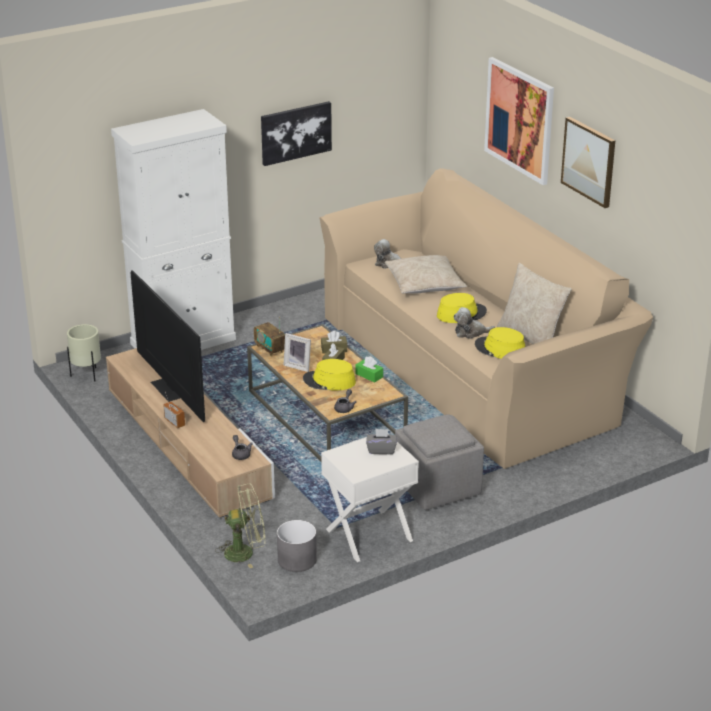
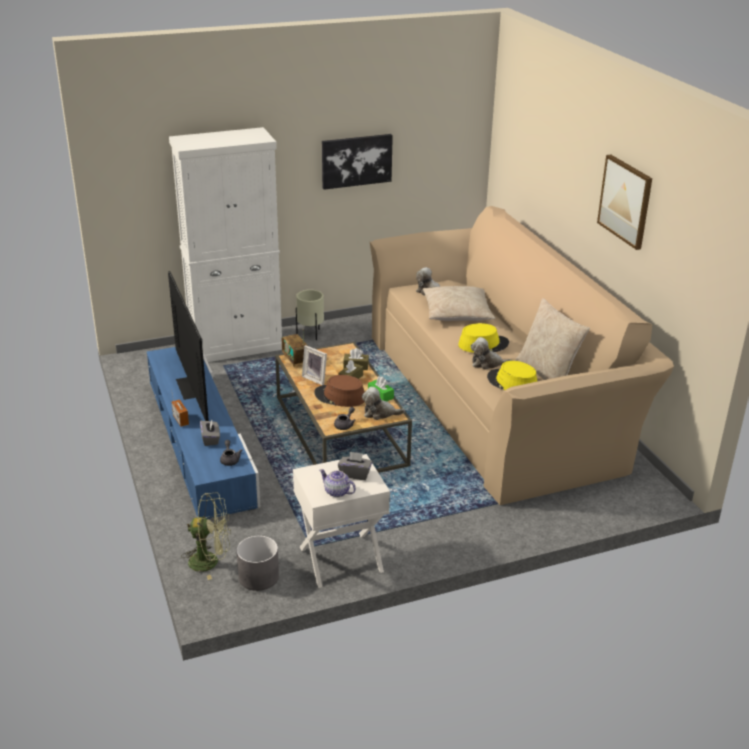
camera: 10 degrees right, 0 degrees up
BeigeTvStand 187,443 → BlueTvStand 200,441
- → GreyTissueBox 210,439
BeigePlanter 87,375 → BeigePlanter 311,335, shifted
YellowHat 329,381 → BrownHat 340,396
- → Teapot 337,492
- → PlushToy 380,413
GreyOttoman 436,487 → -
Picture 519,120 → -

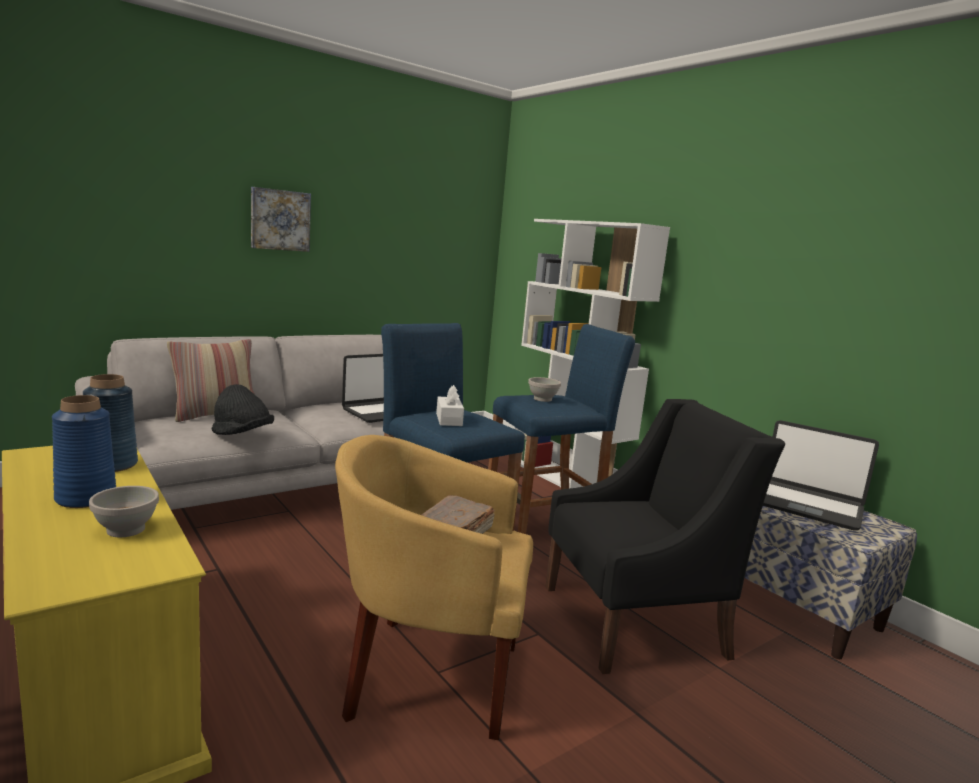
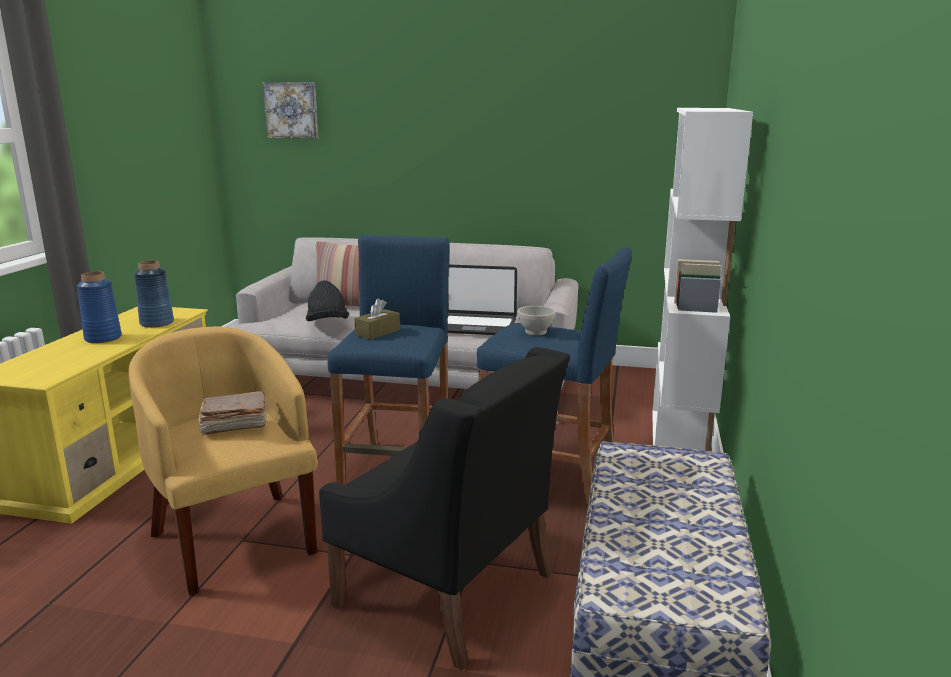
camera: 50 degrees right, 5 degrees up
Picture 280,220 → Picture 292,110, shifted
WhiteTissueBox 449,419 → BrownTissueBox 378,332
WhiteBowl 127,530 → -
Laptop 807,506 → -

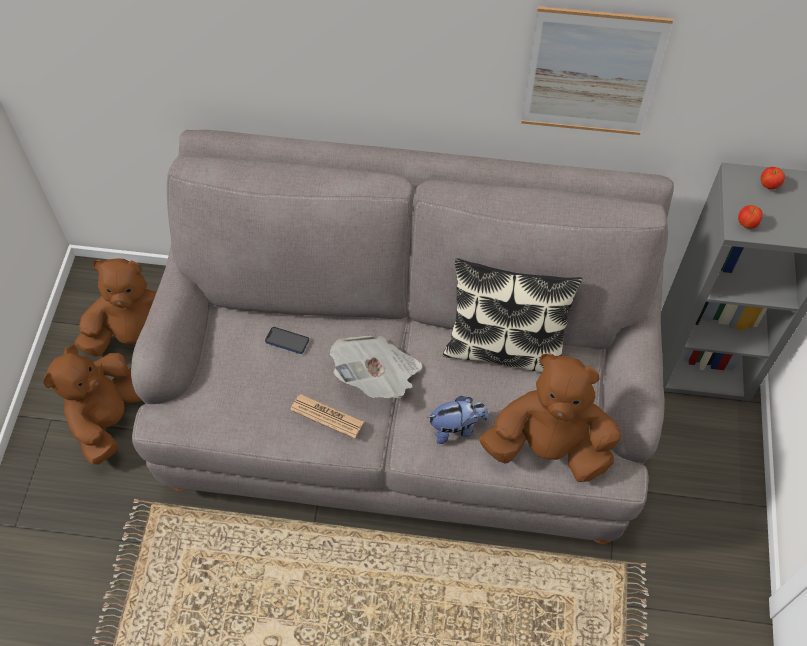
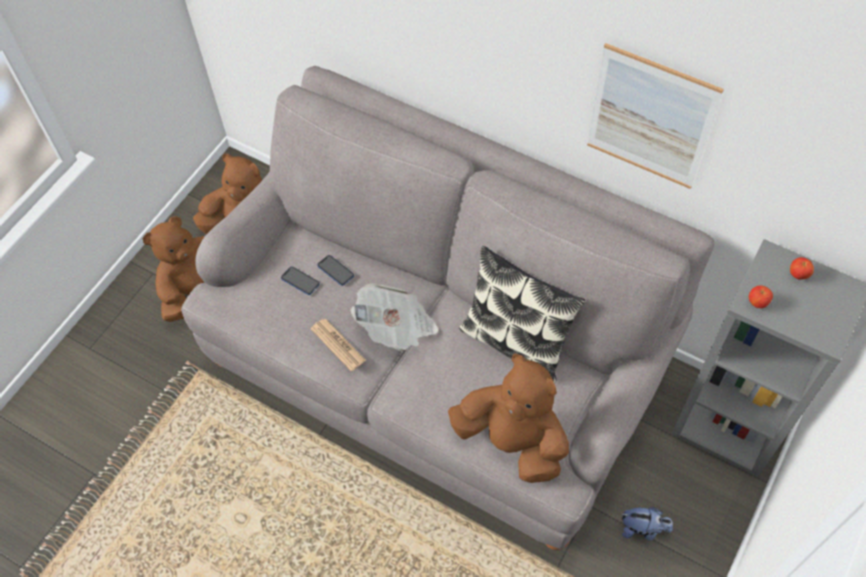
camera: 25 degrees right, 0 degrees up
- → Phone 300,281
PlushToy 457,428 → PlushToy 643,529, shifted

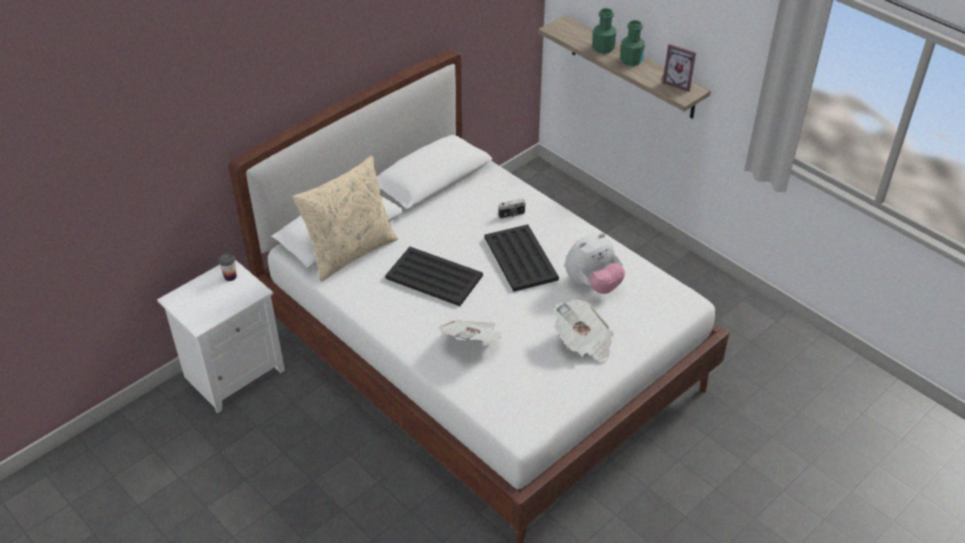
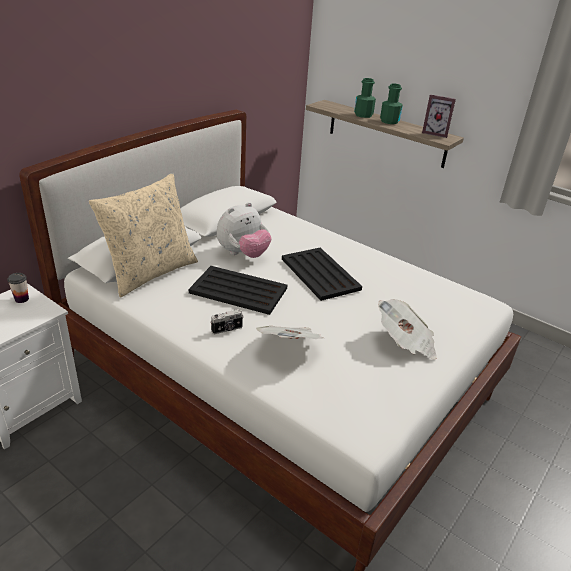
camera: 10 degrees left, 10 degrees down
PhotoCamera 512,215 → PhotoCamera 227,329, shifted
PlushToy 593,284 → PlushToy 243,254, shifted

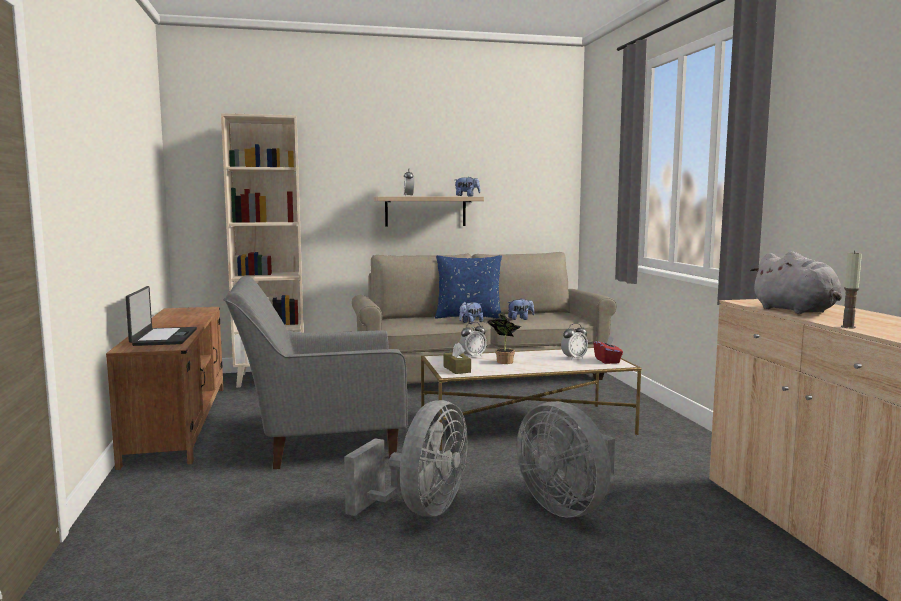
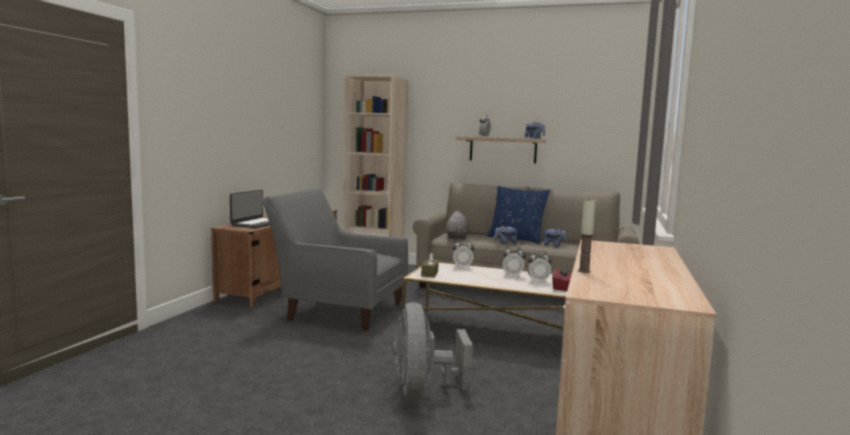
camera: 30 degrees right, 0 degrees up
GreyPlushToy 796,311 → GreyPlushToy 457,237, shifted
- → AlarmClock 513,275
GreyFan 420,510 → -
PottedPlant 503,361 → -

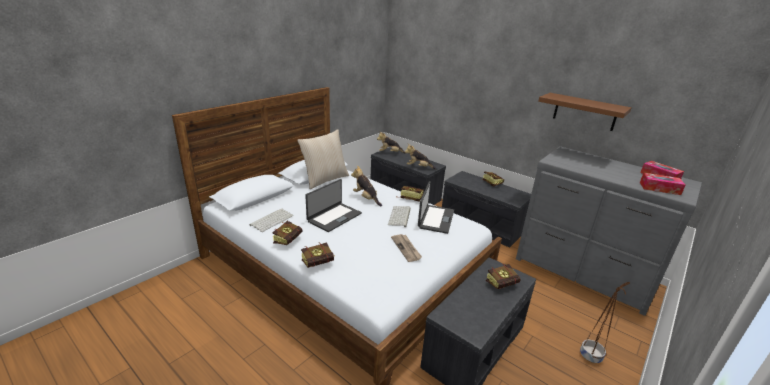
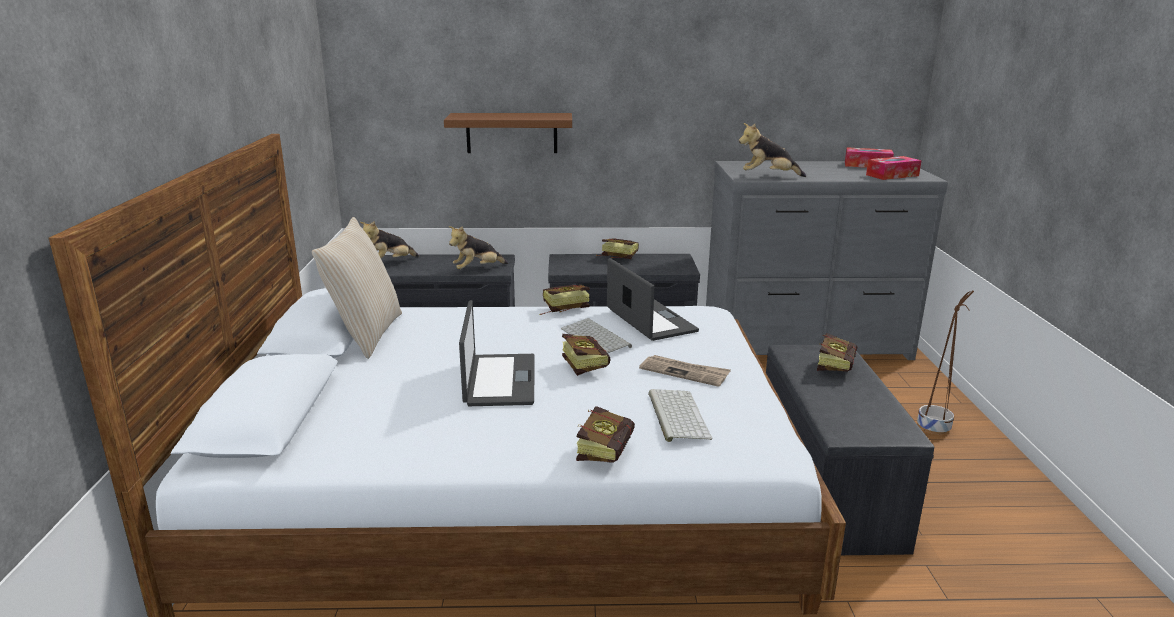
camera: 40 degrees left, 5 degrees down
BrownShelf 585,112 → BrownShelf 511,133, shifted
Book 289,239 → Book 582,365, shifted
Keyboard 272,220 → Keyboard 676,415, shifted
PlushToy 366,198 → PlushToy 768,176, shifted

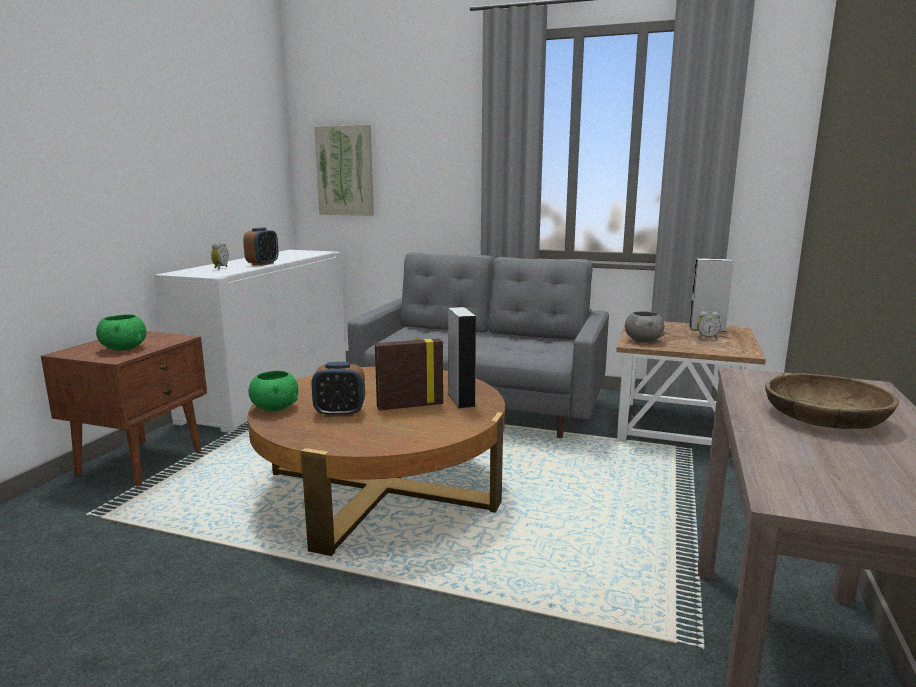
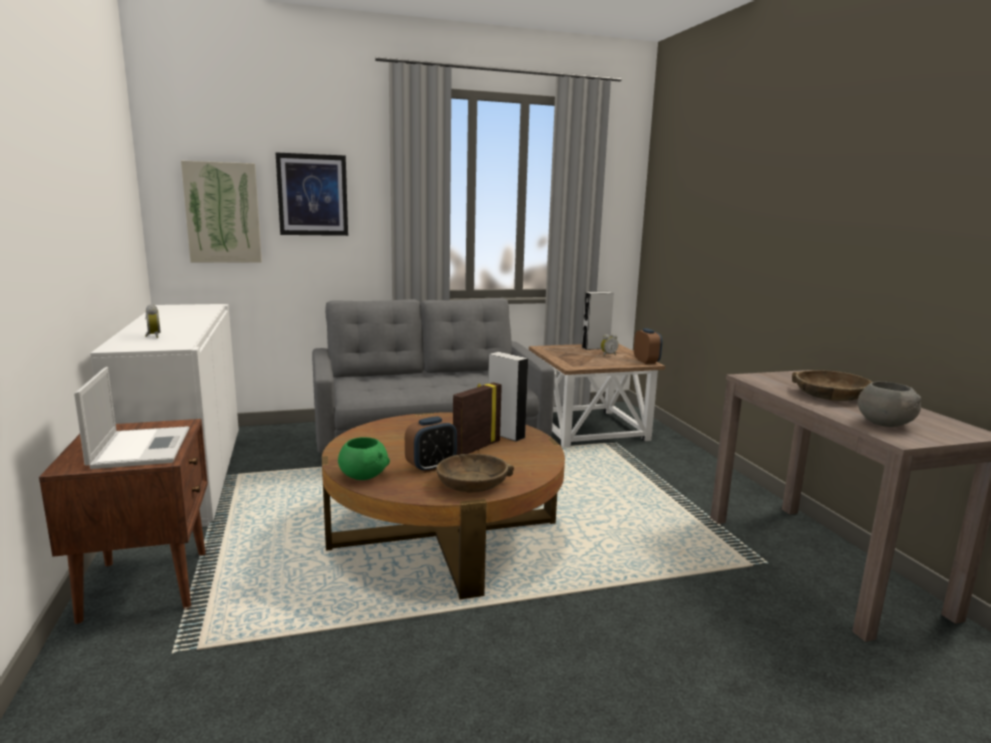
camera: 35 degrees left, 0 degrees up
GreenBowl 124,348 → Laptop 141,447
- → Picture 312,195
- → BrownBowl 472,483
AlarmClock 262,264 → AlarmClock 646,361, shifted
GreyBowl 643,340 → GreyBowl 884,423, shifted

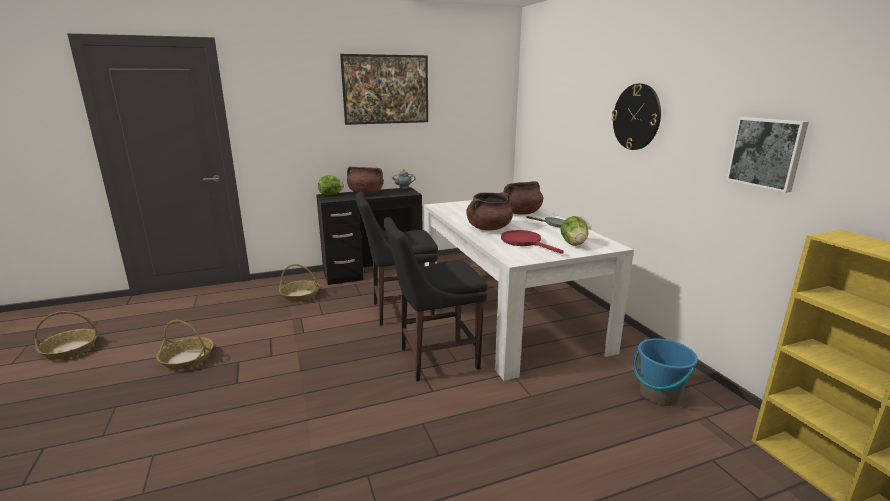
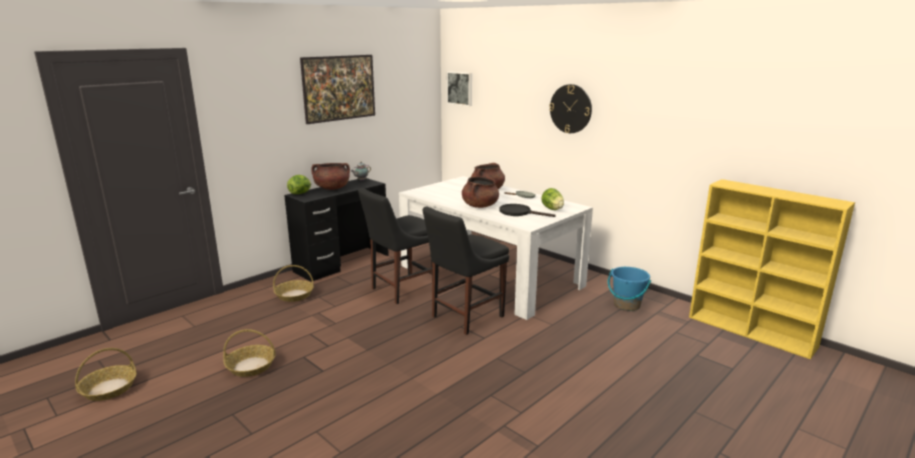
camera: 25 degrees left, 0 degrees up
Picture 766,153 → Picture 460,88, shifted
RedFryingPan 525,242 → BlackFryingPan 519,213

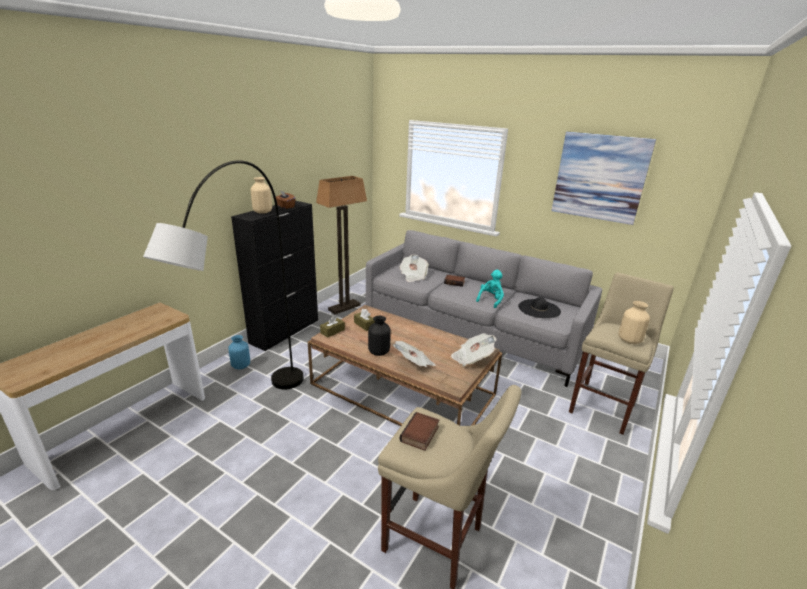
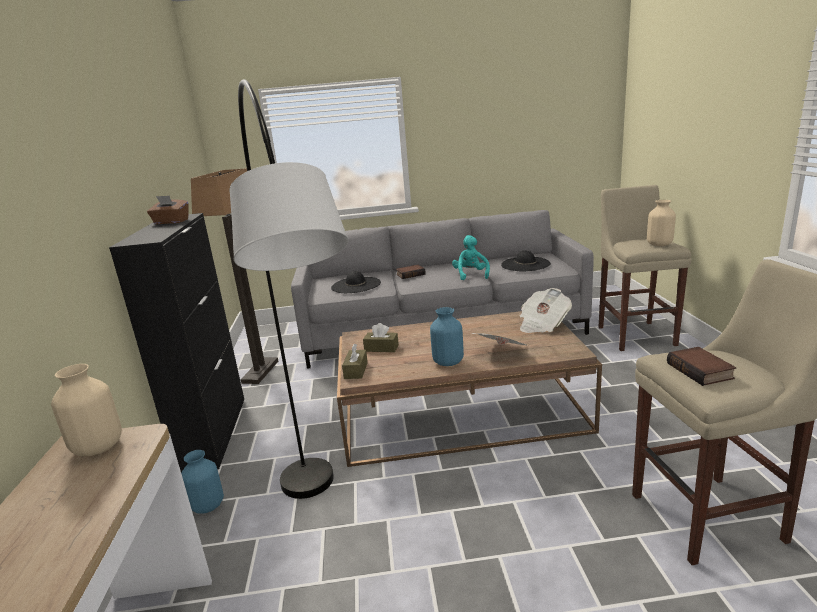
camera: 35 degrees left, 5 degrees down
BeigeVase 263,212 → BeigeVase 99,447, shifted
Newspaper 413,276 → BlackHat 356,285
BlackVase 378,352 → BlueVase 448,362
Picture 600,177 → -

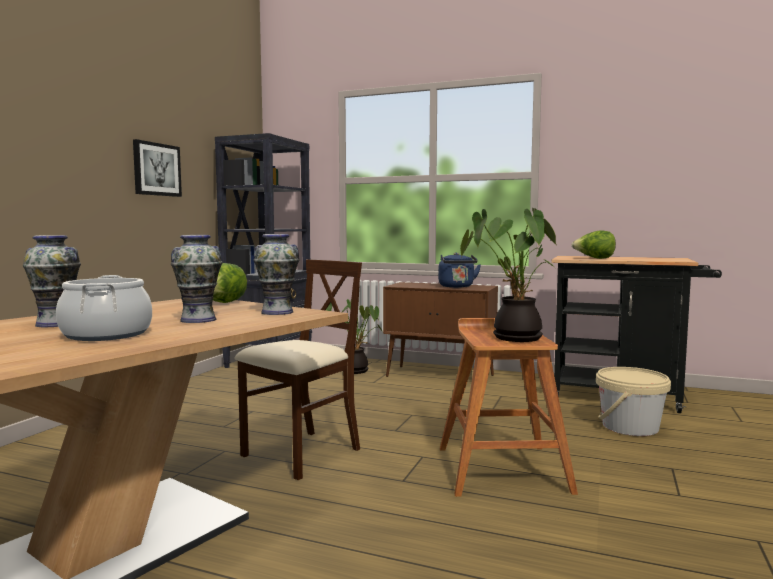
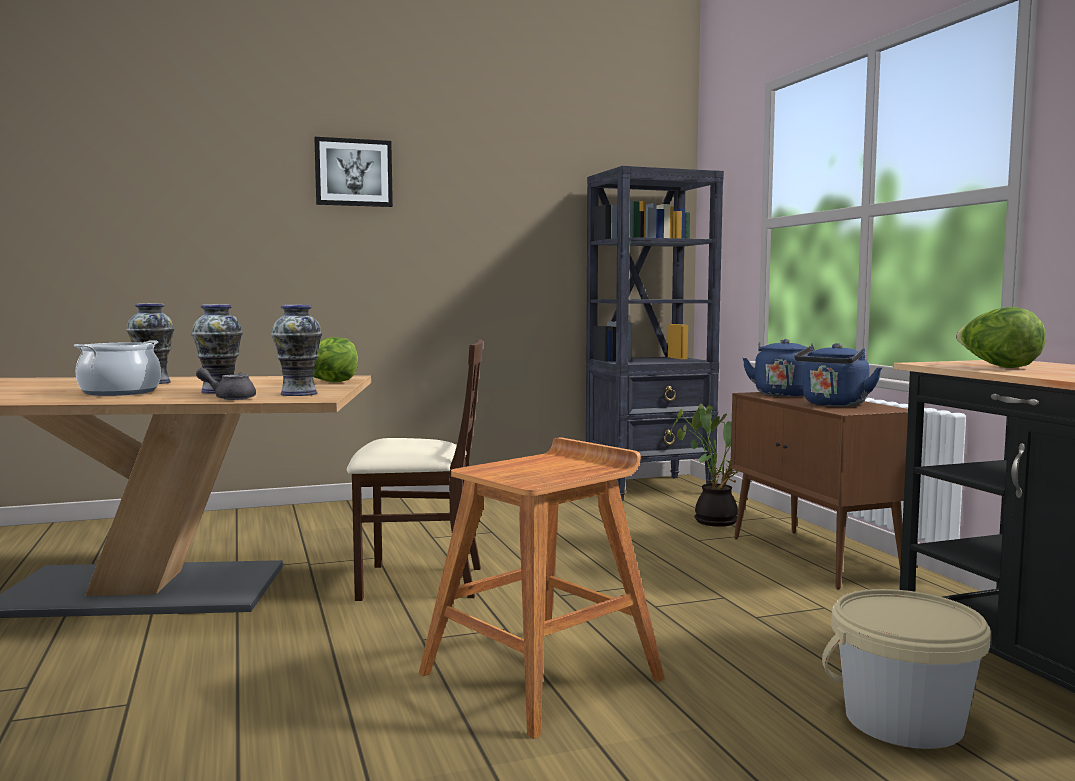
camera: 50 degrees right, 0 degrees up
- → GreyTeapot 230,398
Picture 156,169 → Picture 353,172, shifted
- → BlueKettle 782,394
PottedPlant 512,337 → -

